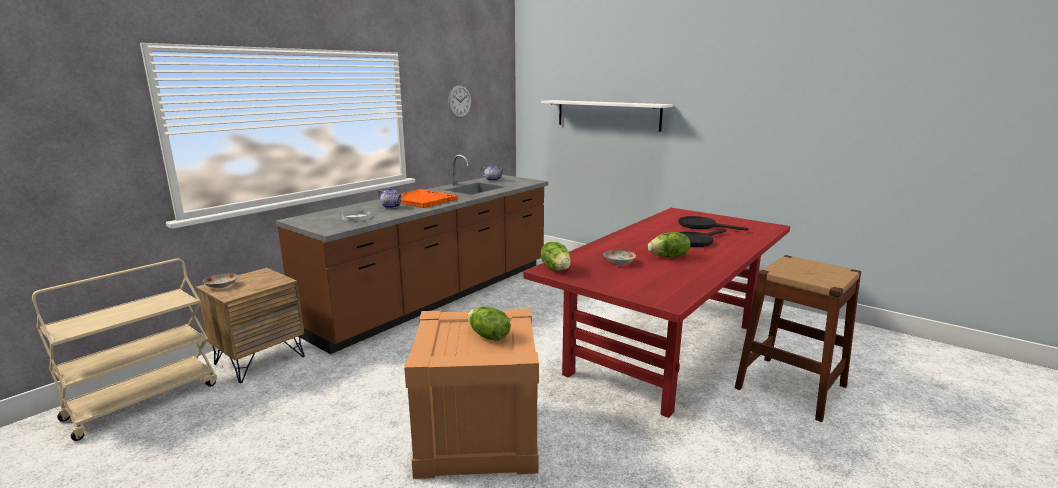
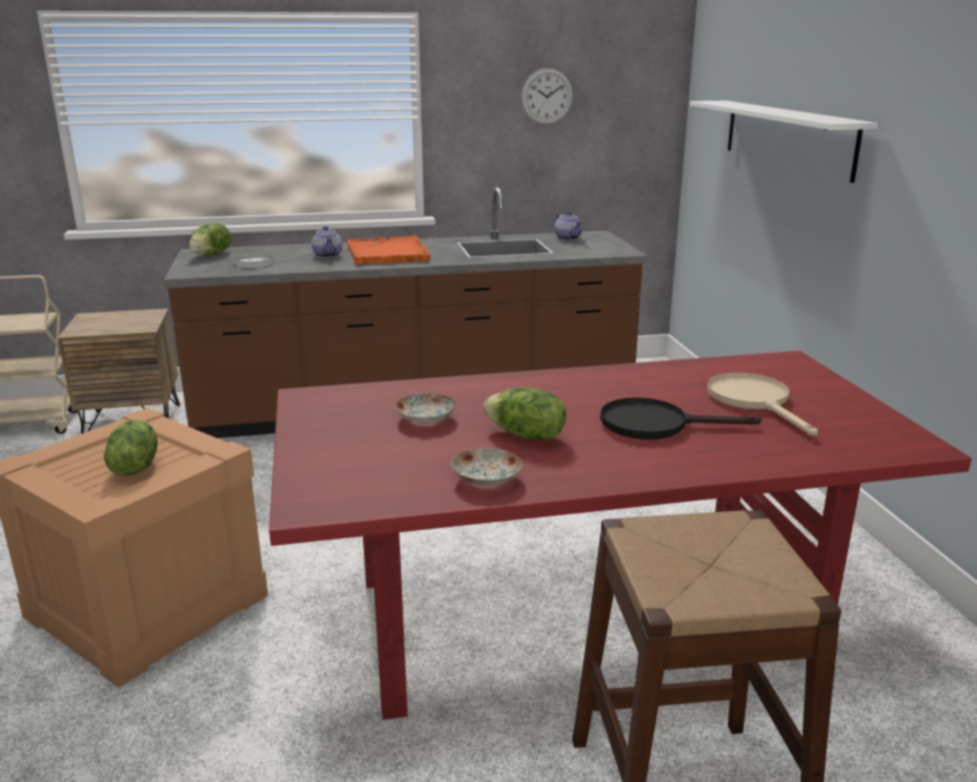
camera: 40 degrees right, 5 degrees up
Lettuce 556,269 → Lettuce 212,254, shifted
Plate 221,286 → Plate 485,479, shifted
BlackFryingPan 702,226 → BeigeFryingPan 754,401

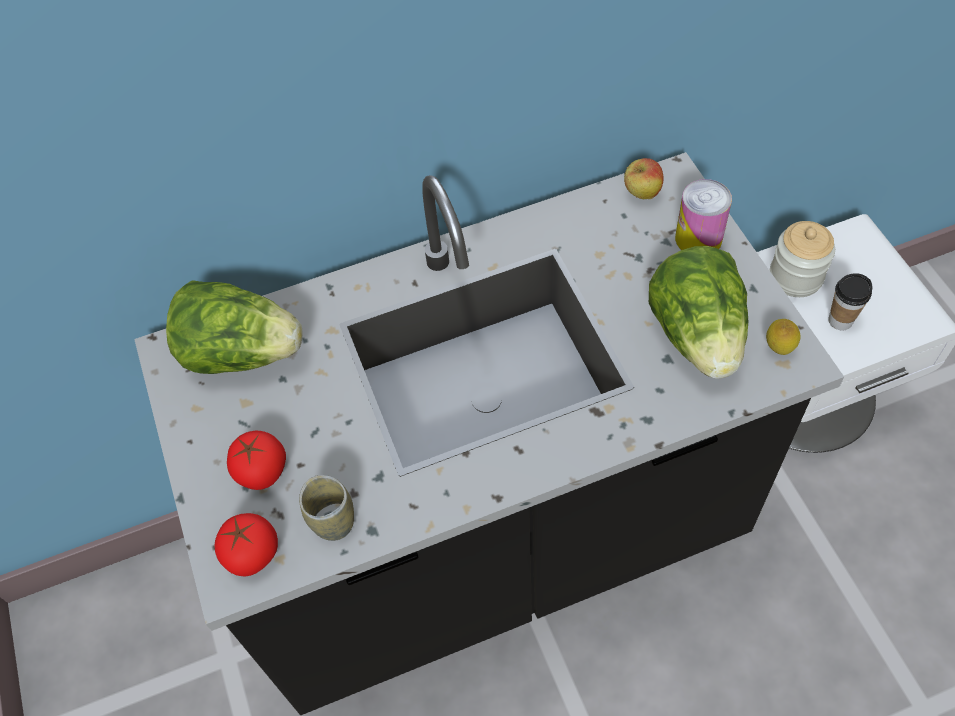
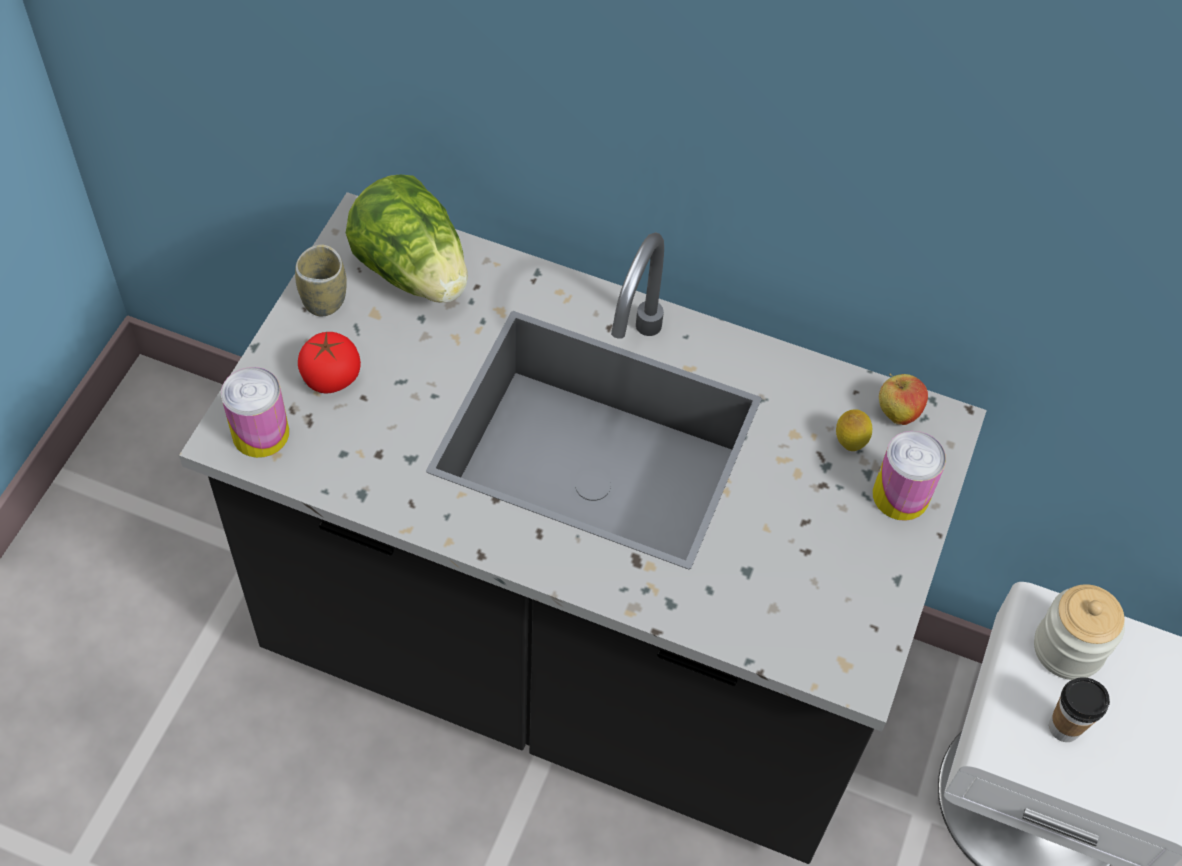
camera: 35 degrees right, 0 degrees up
Tomato 252,554 → Can 260,433
Cup 333,521 → Cup 324,299, shifted
Lemon 778,349 → Lemon 849,443, shifted
Lettuce 698,336 → -

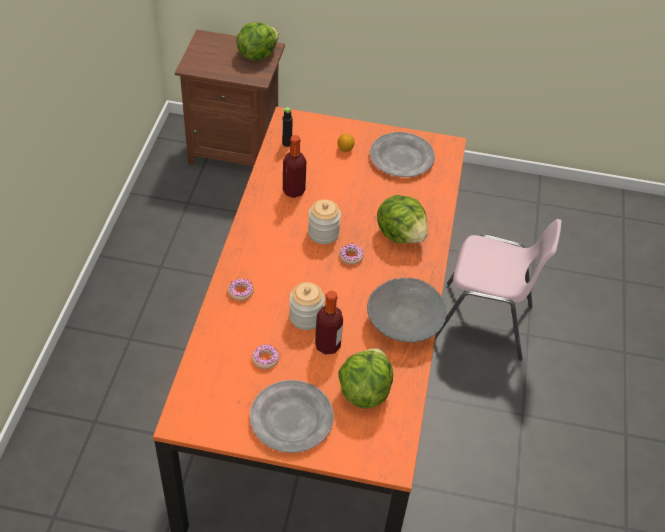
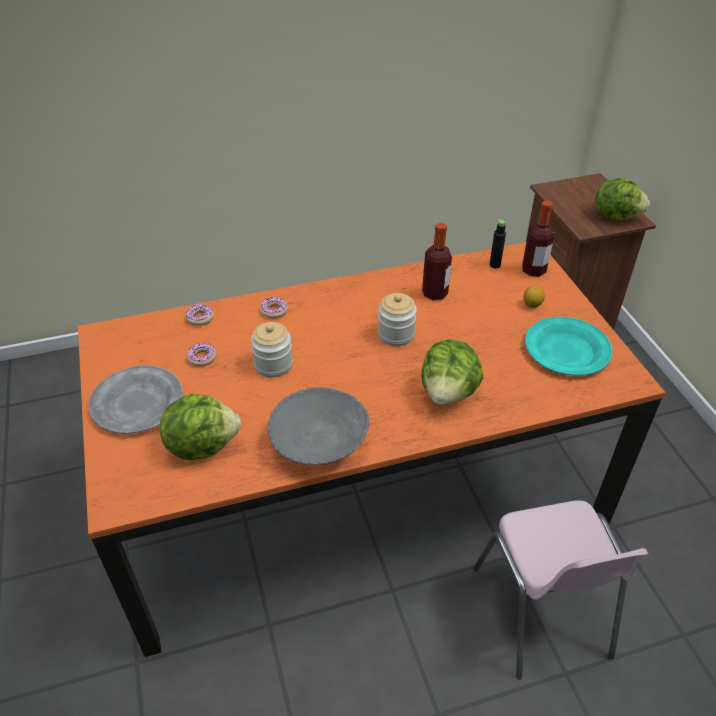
camera: 65 degrees right, 5 degrees down
Donut 351,256 → Donut 200,318, shifted
Bottle 327,345 → Bottle 533,270, shifted
GreyPlate 401,158 → TurquoisePlate 566,350

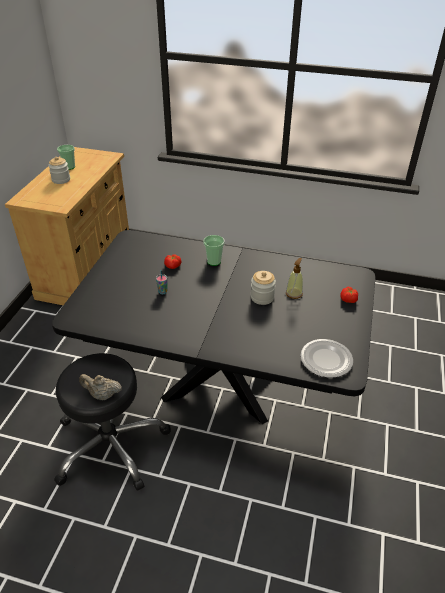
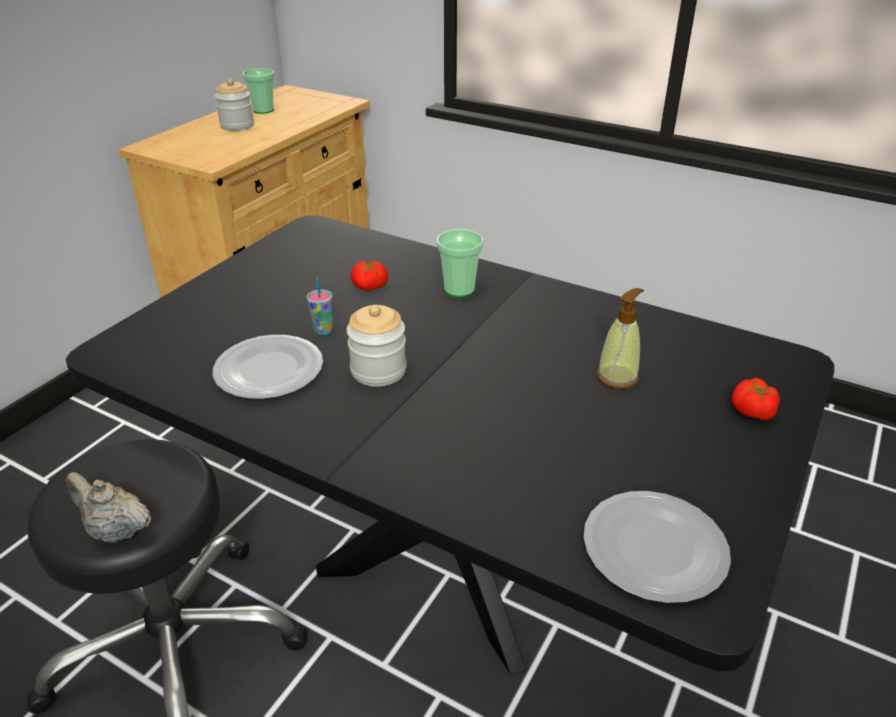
camera: 15 degrees right, 5 degrees down
- → Plate 268,371
Jar 262,297 → Jar 378,371, shifted

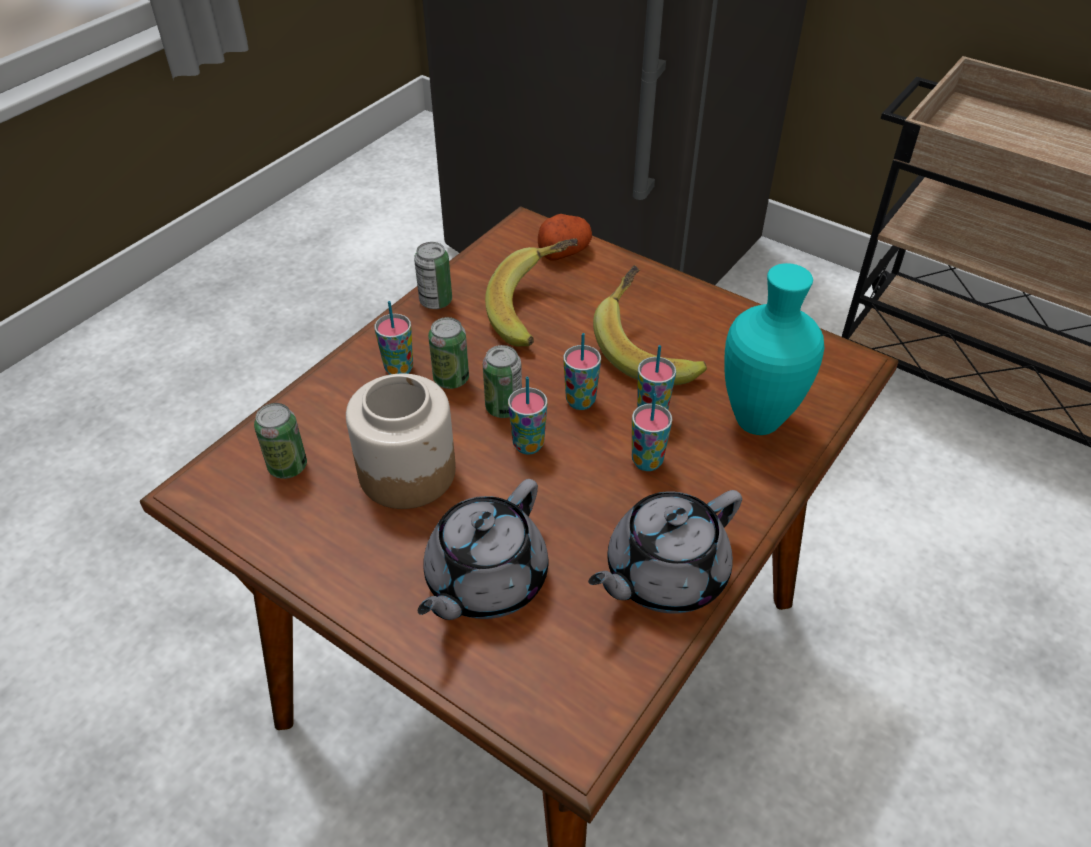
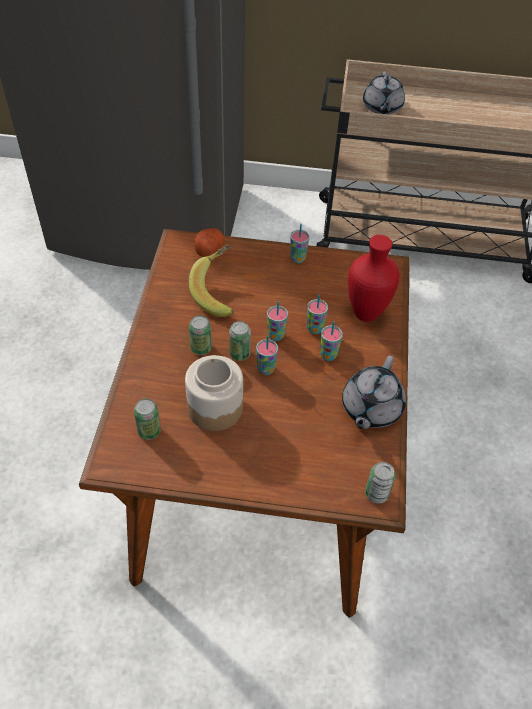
camera: 30 degrees left, 5 degrees up
Cup 399,369 → Cup 297,259, shifted
TurquoiseVase 759,423 → RedVase 367,314
GreyTeapot 484,580 → GreyTeapot 382,107, shifted
Can 436,301 → Can 376,493, shifted
Banana 649,349 → -

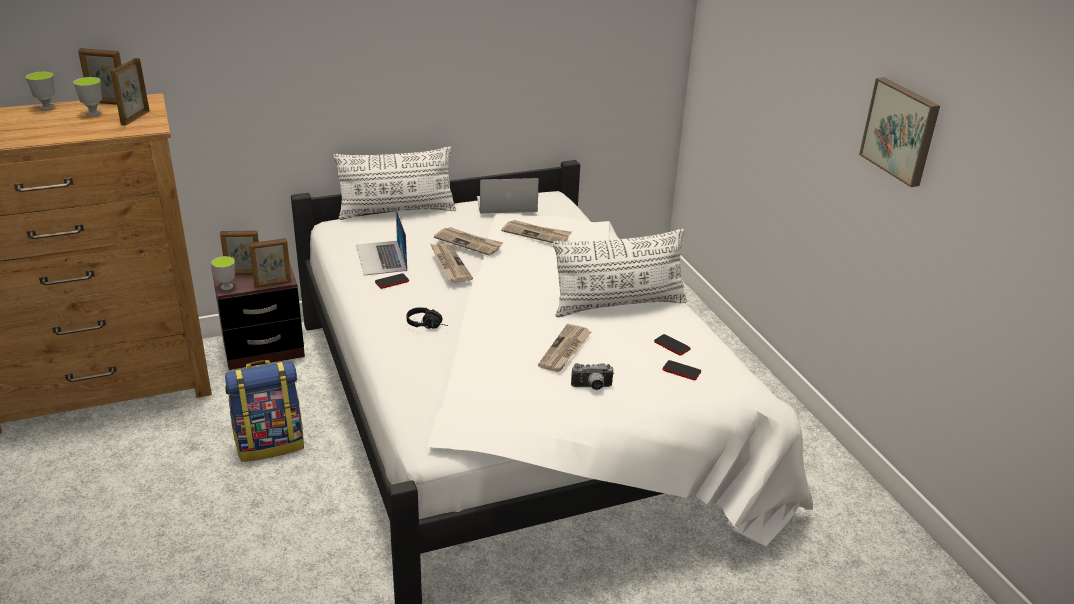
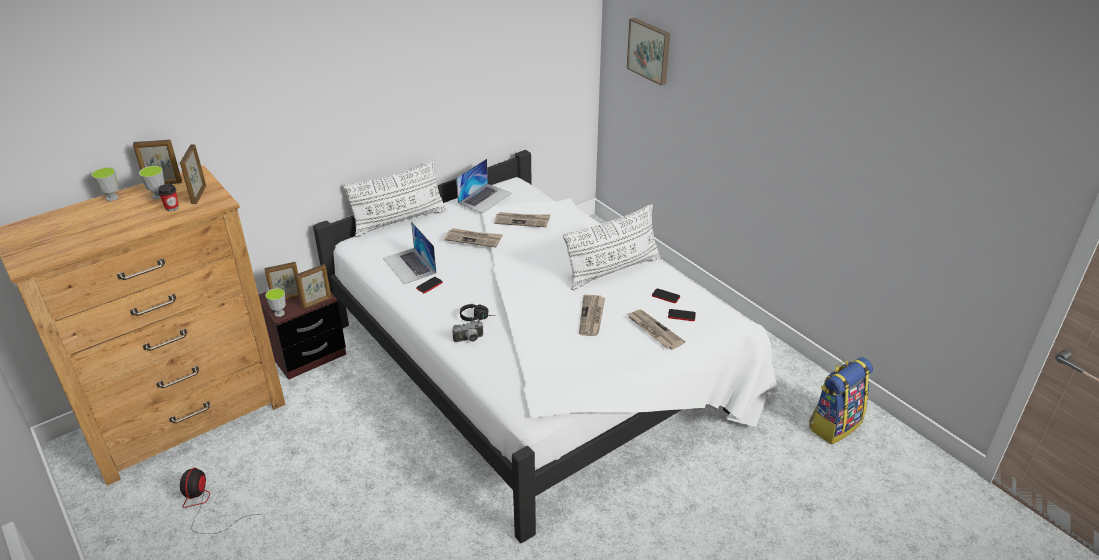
camera: 15 degrees left, 5 degrees up
- → Cup 172,207
- → Fan 205,506
PhotoCamera 592,387 → PhotoCamera 469,340, shifted
Laptop 506,204 → Laptop 485,198, 150 degrees clockwise
Picture 901,131 → Picture 650,50, shifted
Newspaper 449,264 → Newspaper 654,331, shifted
Backpack 270,444 → Backpack 834,424, shifted

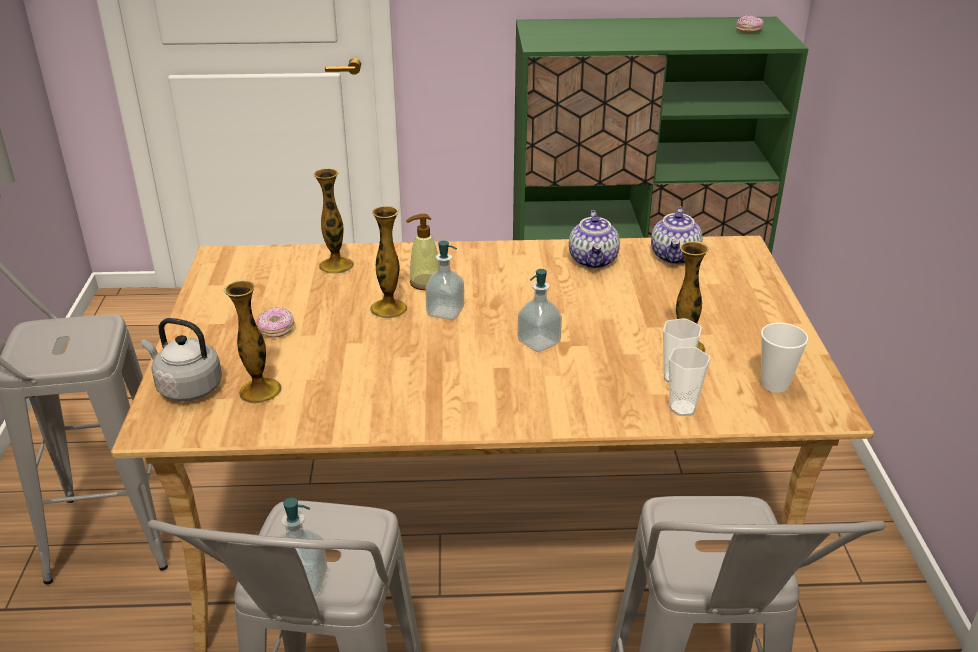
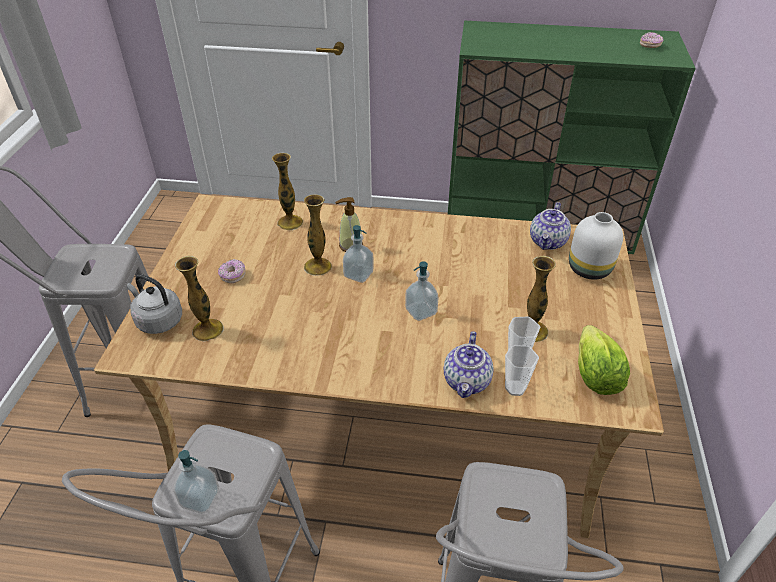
camera: 10 degrees right, 10 degrees up
Teapot 594,261 → Teapot 467,381, shifted
- → WhiteVase 590,269
Cup 774,384 → Lettuce 594,375

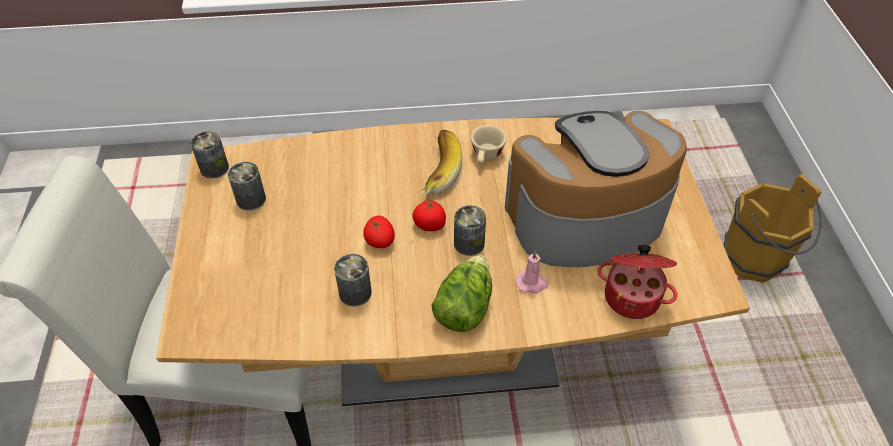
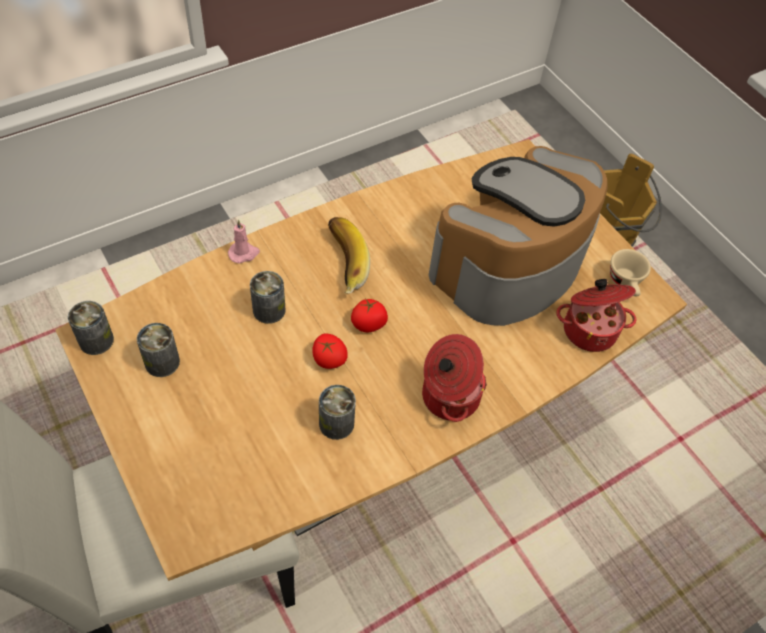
camera: 30 degrees left, 5 degrees up
PinkCandle 532,283 → PinkCandle 244,253, shifted
Can 469,243 → Can 269,310, shifted
Lettuce 463,306 → CookingPot 448,396
BeigeCup 486,157 → BeigeCup 625,284, shifted

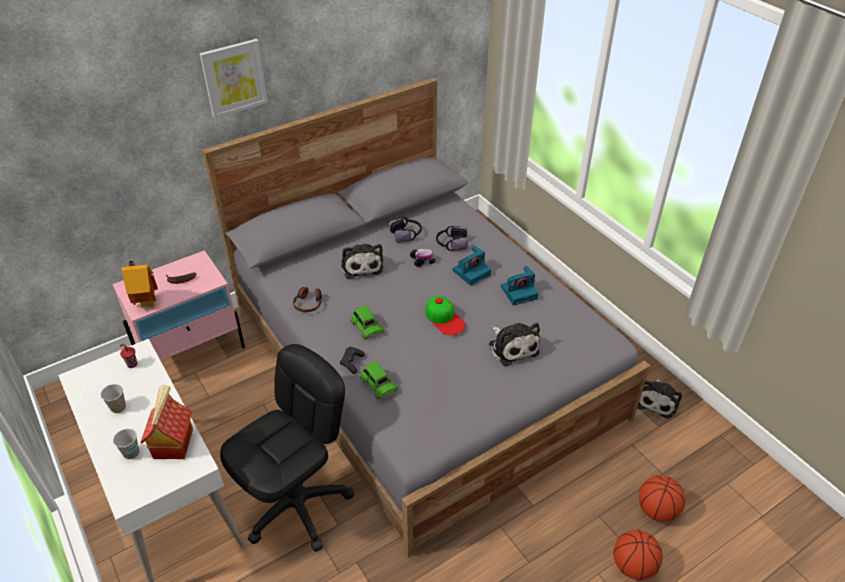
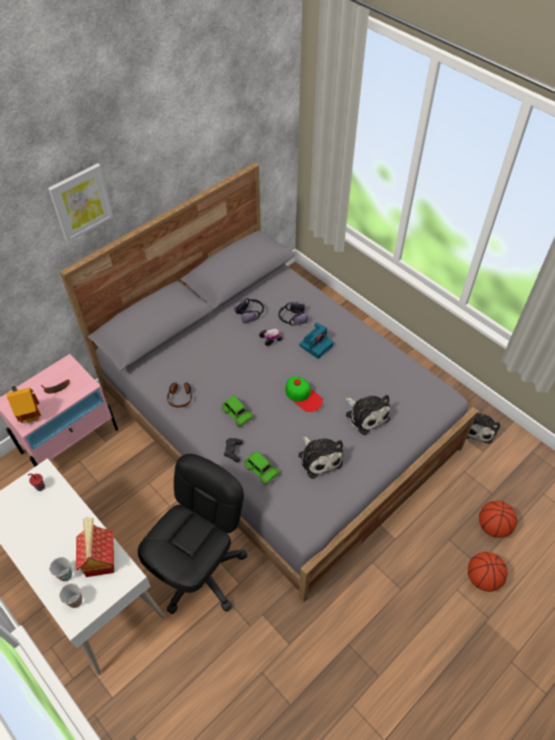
camera: 10 degrees left, 10 degrees up
Cup 118,407 → Cup 75,601, shifted
PlushToy 361,265 → PlushToy 319,457, shifted
PhotoCamera 519,292 → -

